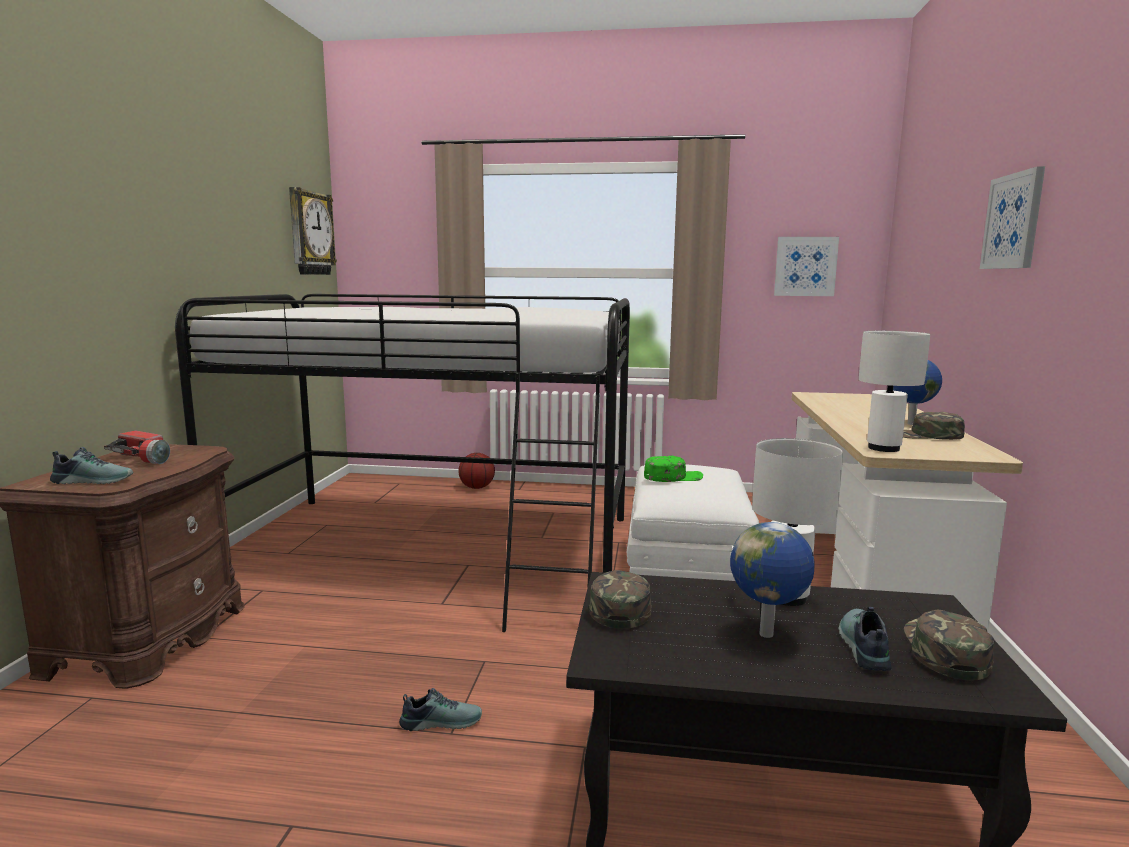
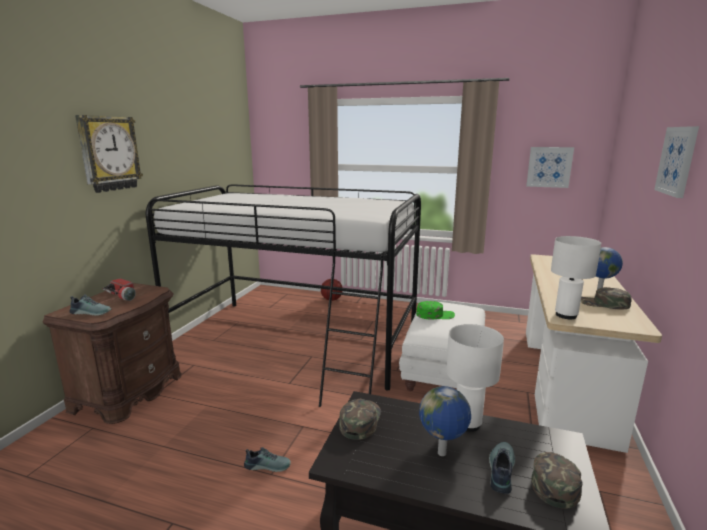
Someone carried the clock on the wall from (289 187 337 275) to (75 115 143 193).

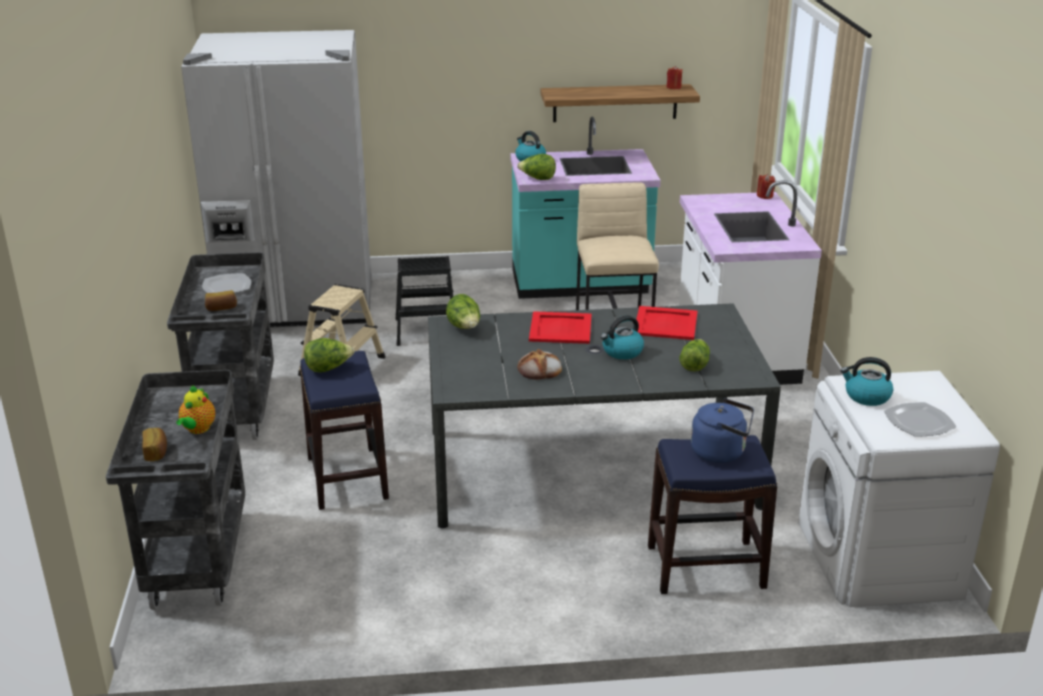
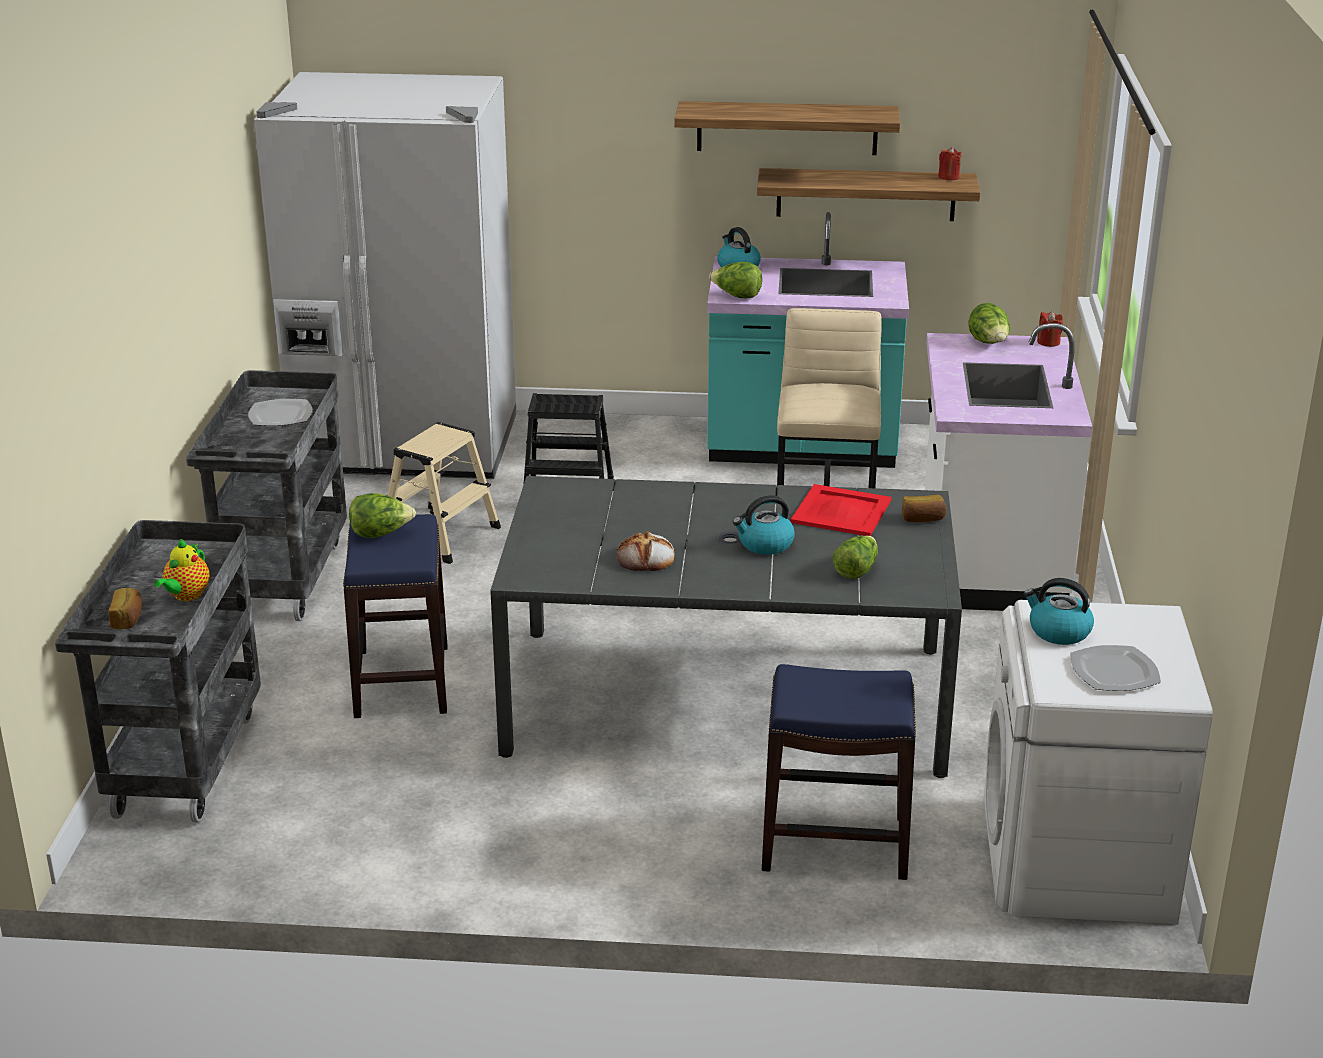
Someone put up the bracket shelf at (674 101 900 155). Someone carried the bakery bread from (205 290 237 311) to (902 495 946 522). Someone carried the lettuce head from (446 294 480 329) to (968 303 1010 344). Someone took away the carrying tray in red at (529 311 592 344). Someone took away the tea kettle in blue at (691 398 754 463).

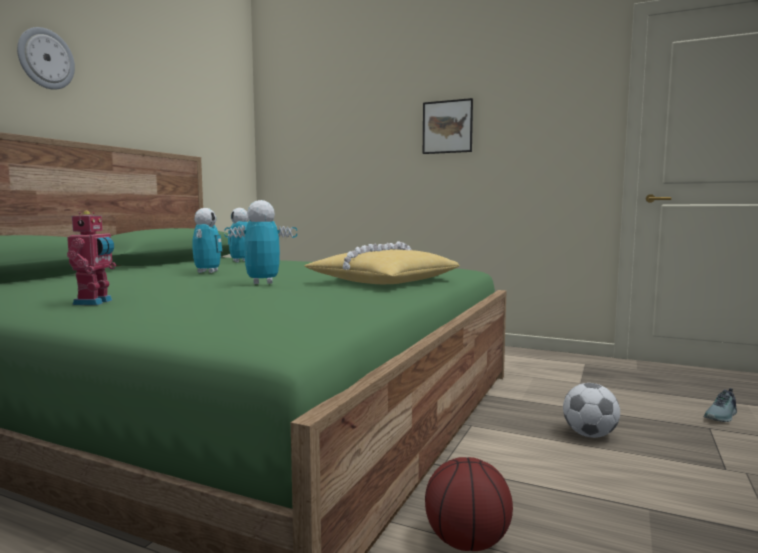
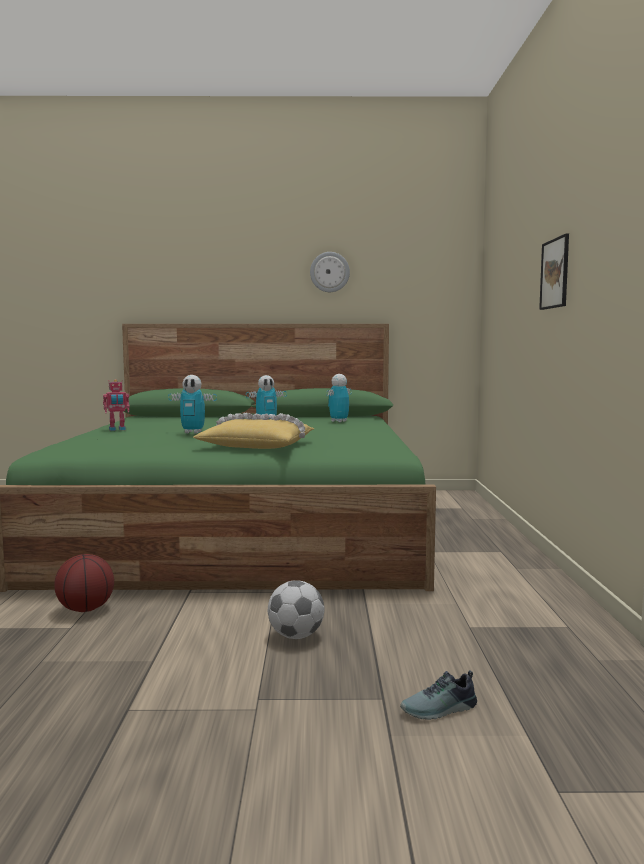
Someone rotated the robot figure at (224 200 297 284) by 135 degrees clockwise. Someone carried the clock on the wall from (17 27 75 90) to (310 252 350 292). Someone rotated the shoe at (703 388 737 422) by 45 degrees counterclockwise.

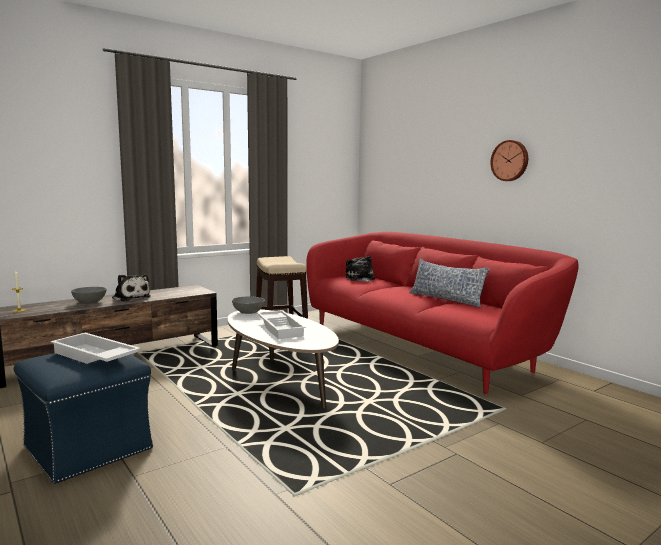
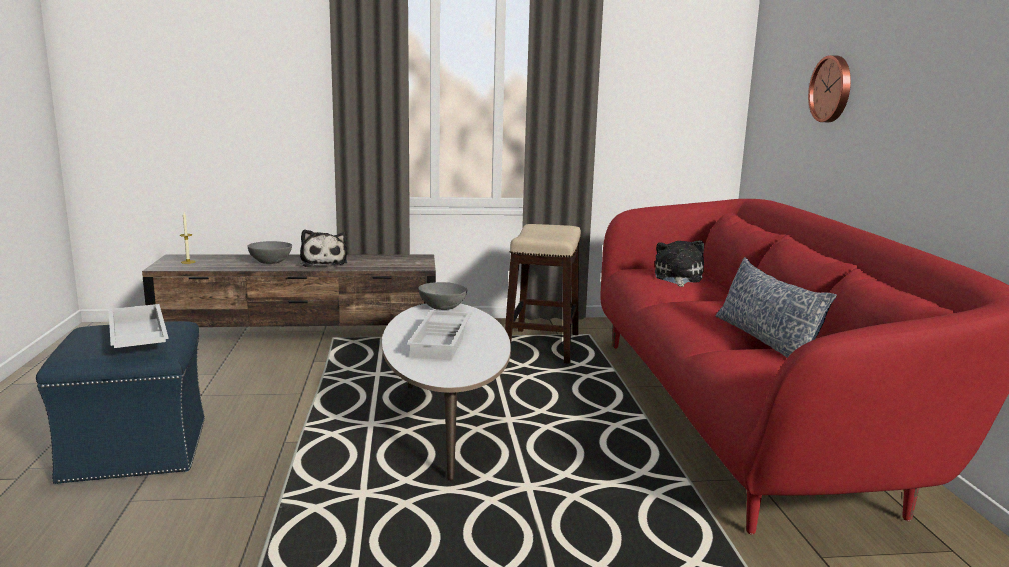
Someone carried the clock on the wall from (490 140 528 181) to (808 55 851 122).

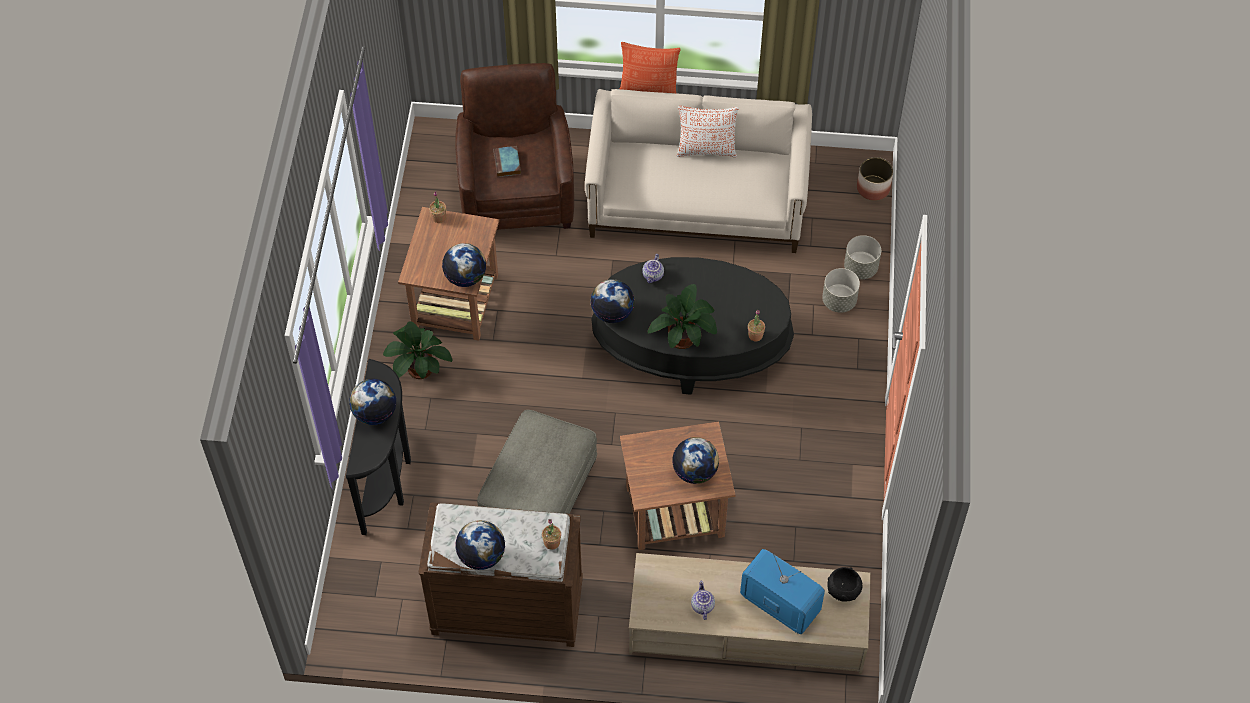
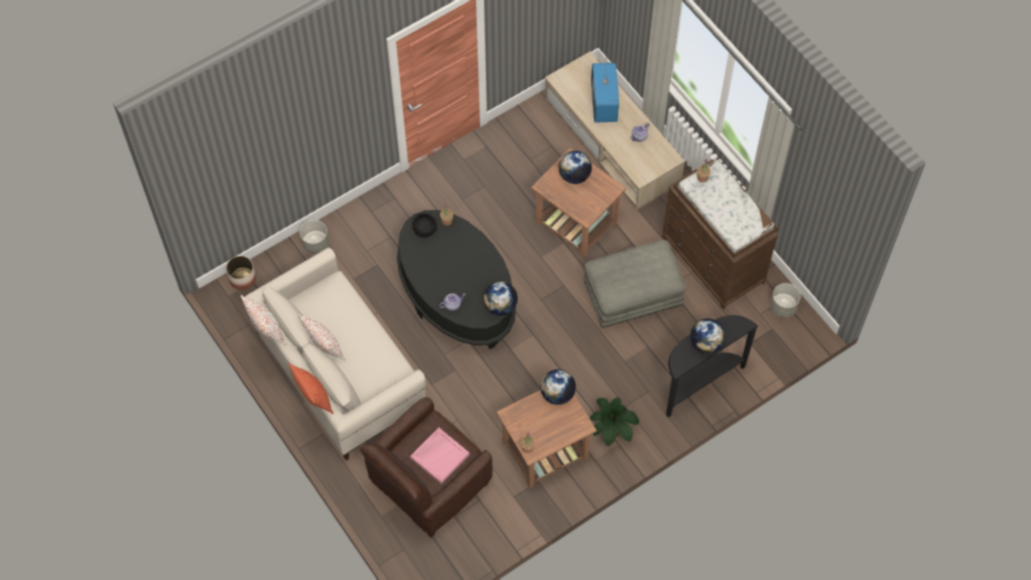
Someone put down the throw pillow in white-coloured at (241 295 286 346). Someone swapped the bound book at (493 146 521 177) for the carrying tray in pink-coloured at (410 427 470 484). Someone carried the deep dish in blackish from (827 567 863 602) to (412 213 437 238). Someone carried the flower pot in greyish from (822 268 860 313) to (770 283 801 318). Someone took away the desk globe at (455 520 505 570). Someone took away the plant in a pot at (647 284 717 349).

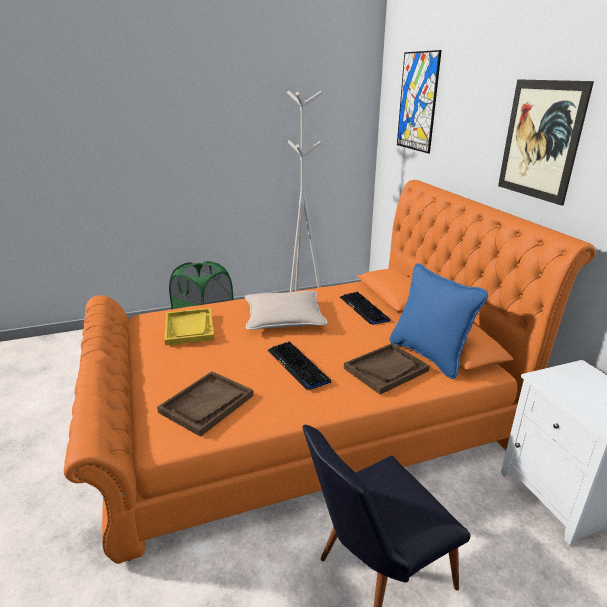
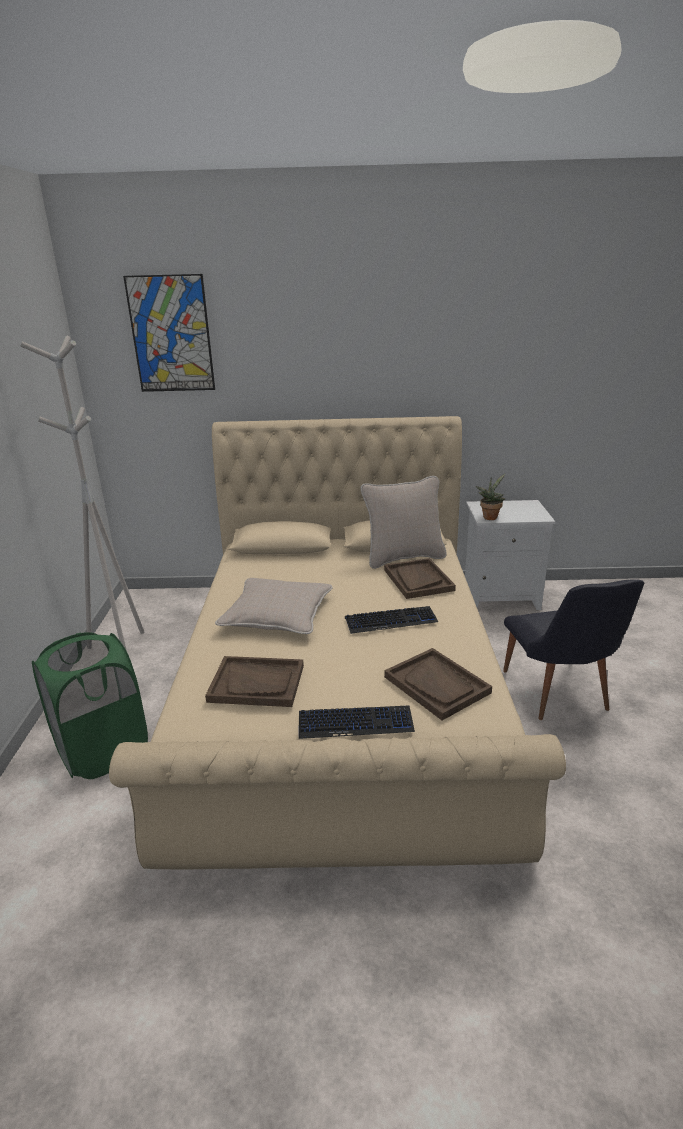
Someone repainted the bedroom bed in orange-coloured at (64 180 596 564), which became the bedroom bed in sand-coloured at (109 416 566 869). Someone repainted the carrying tray in yellow-coloured at (164 308 214 345), which became the carrying tray in brown-coloured at (205 656 304 707). Someone carried the computer keyboard from (340 292 390 325) to (299 705 415 739). Someone repainted the throw pillow in blue at (389 263 488 379), which became the throw pillow in sand-coloured at (361 476 447 569). Someone put down the plant in a pot at (476 474 506 520). Someone took away the wall picture at (498 79 594 206).

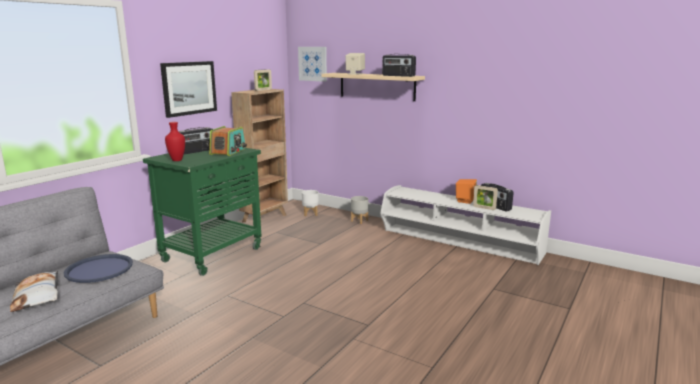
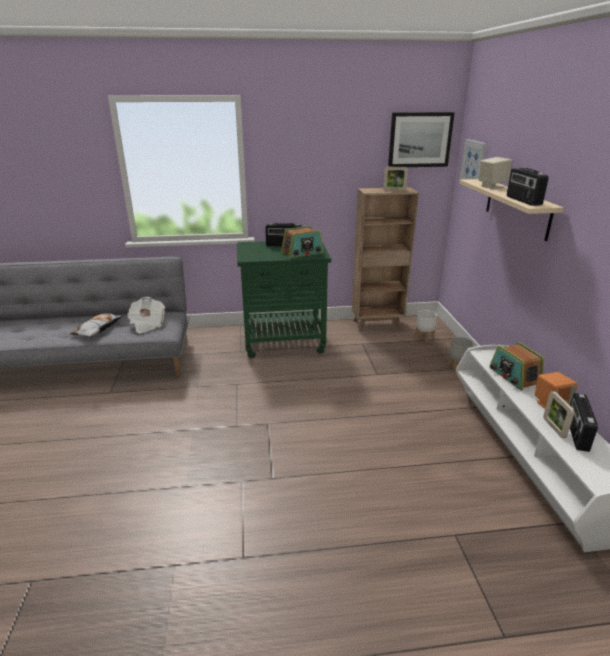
Someone swapped the carrying tray in blue at (64 254 133 283) for the printed paper at (127 297 165 333). Someone carried the wall picture from (160 61 217 118) to (388 112 455 167). Someone put down the radio receiver at (489 342 544 390). Someone took away the vase in red at (165 122 185 161).

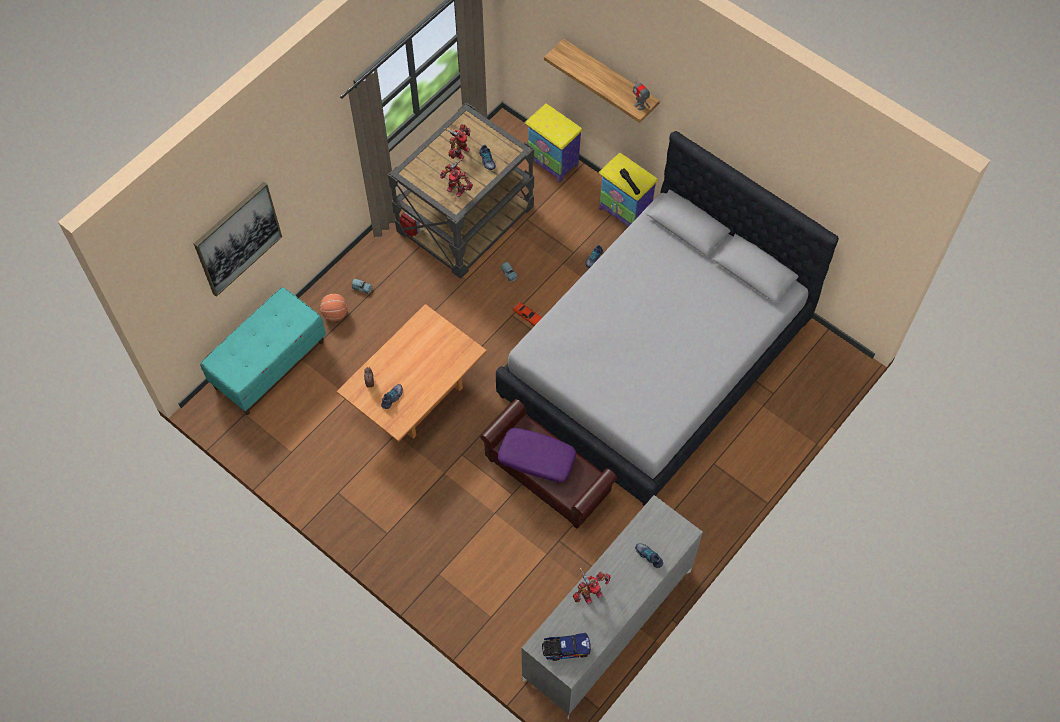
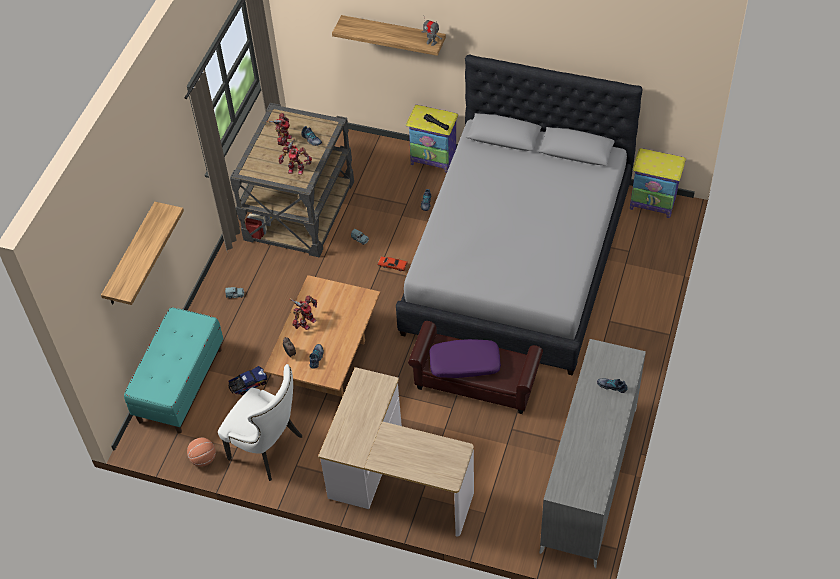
Someone swapped the wall picture at (194 182 282 297) for the bracket shelf at (101 202 184 305). Someone carried the ball for basketball from (320 294 348 321) to (187 438 216 467). Someone put down the chair in white-coloured at (218 364 302 481). Someone carried the toy lorry from (542 633 591 661) to (229 366 267 395). Someone carried the robot figure from (573 568 611 604) to (290 296 317 330). Someone put down the desk table at (318 367 474 537). Someone carried the night table from (525 103 583 182) to (630 148 686 218).

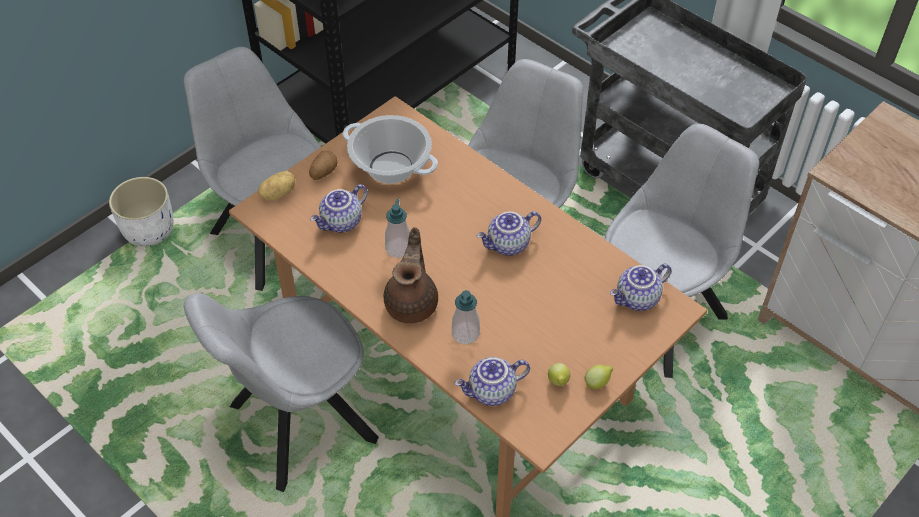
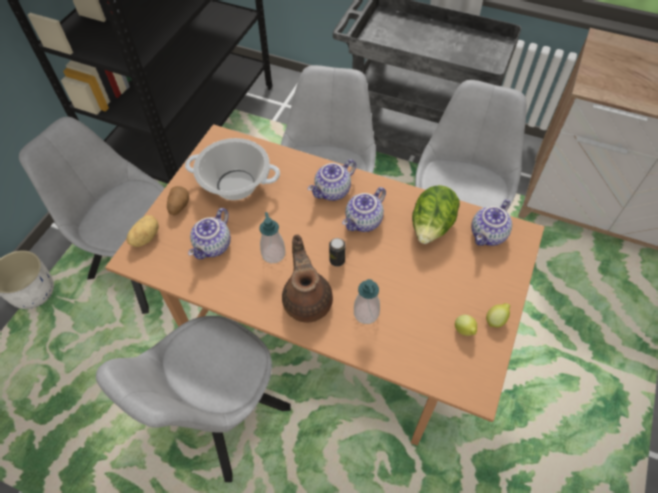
Someone carried the teapot from (454 357 530 406) to (308 159 356 201). Someone put down the sealed can at (329 238 345 267). Someone put down the lettuce head at (412 185 460 244).

